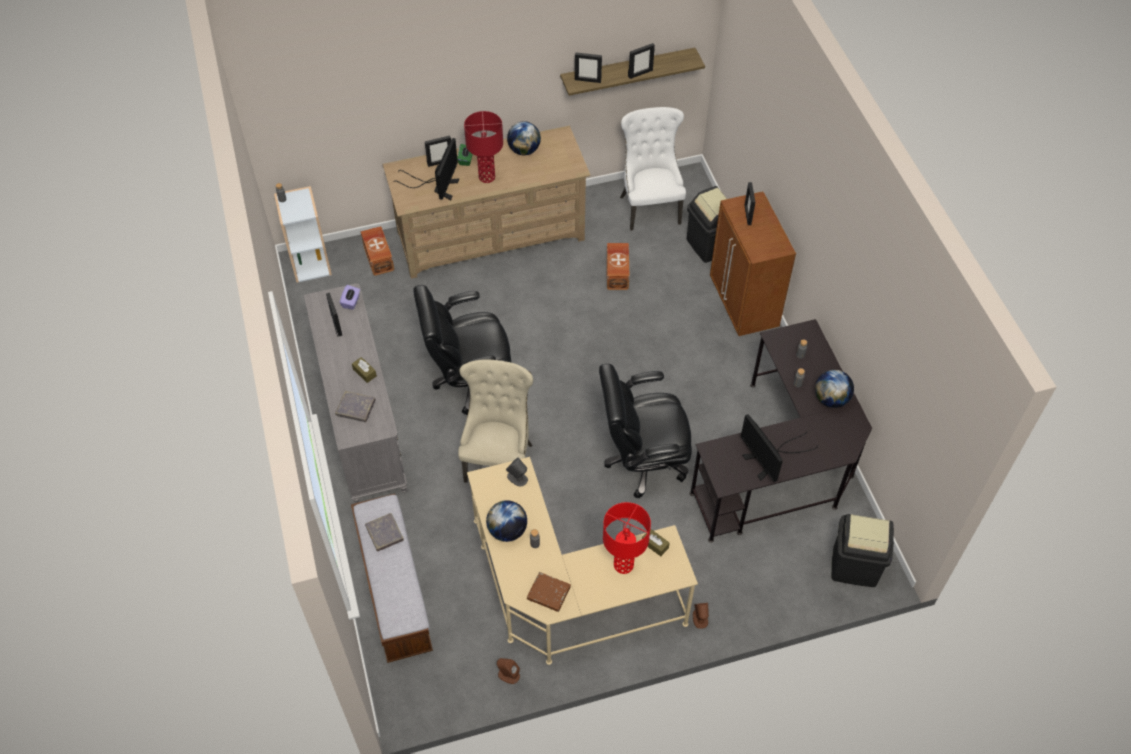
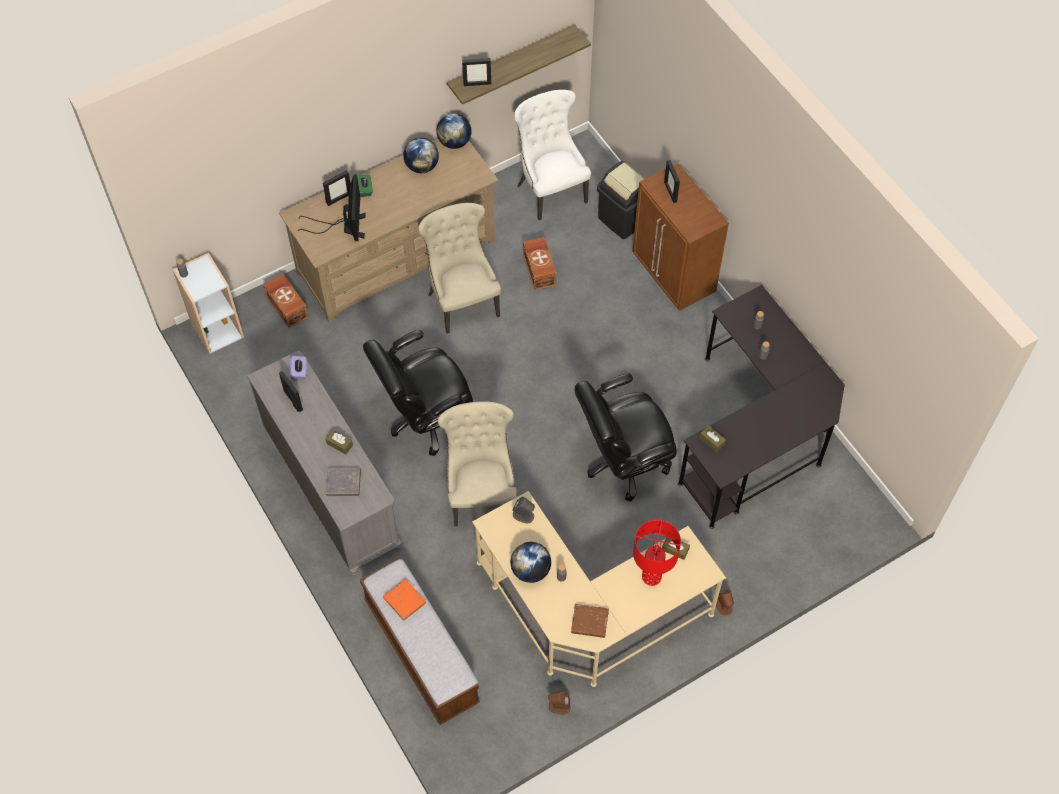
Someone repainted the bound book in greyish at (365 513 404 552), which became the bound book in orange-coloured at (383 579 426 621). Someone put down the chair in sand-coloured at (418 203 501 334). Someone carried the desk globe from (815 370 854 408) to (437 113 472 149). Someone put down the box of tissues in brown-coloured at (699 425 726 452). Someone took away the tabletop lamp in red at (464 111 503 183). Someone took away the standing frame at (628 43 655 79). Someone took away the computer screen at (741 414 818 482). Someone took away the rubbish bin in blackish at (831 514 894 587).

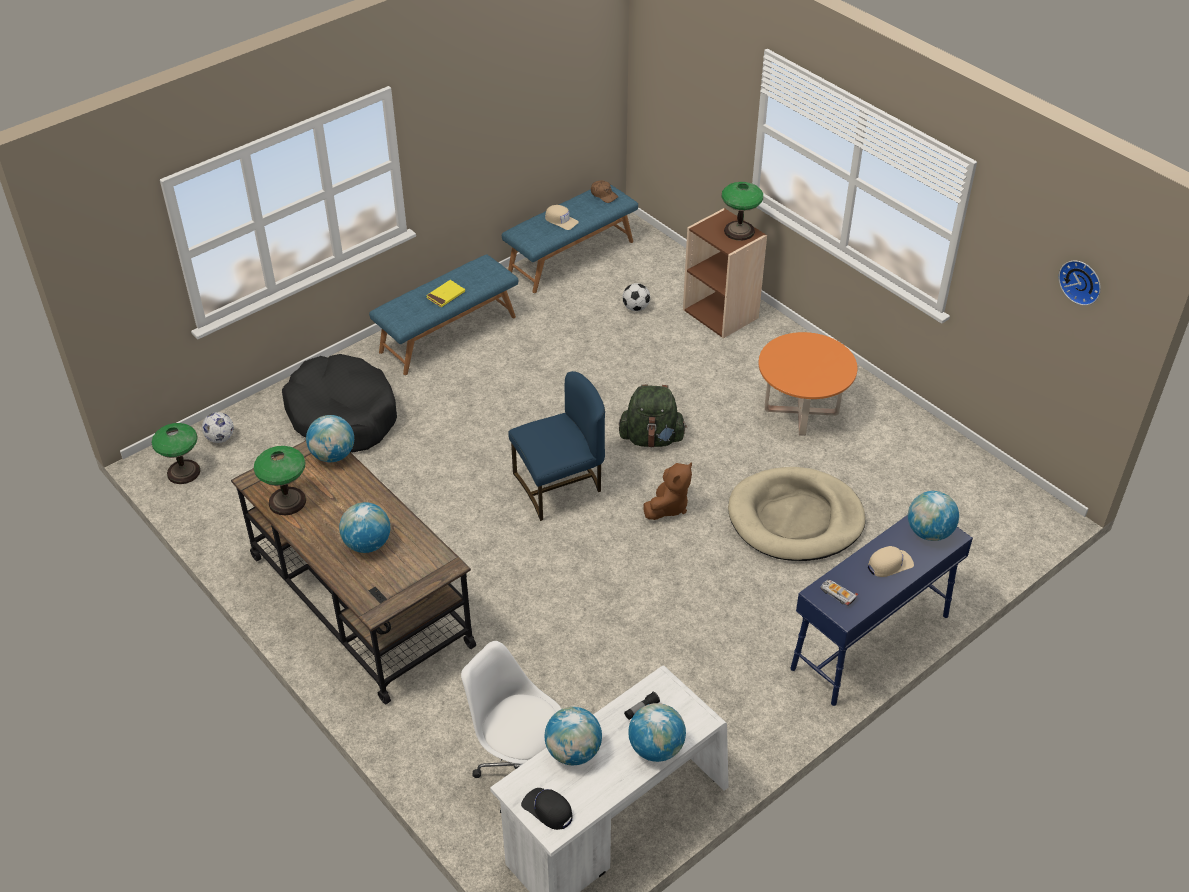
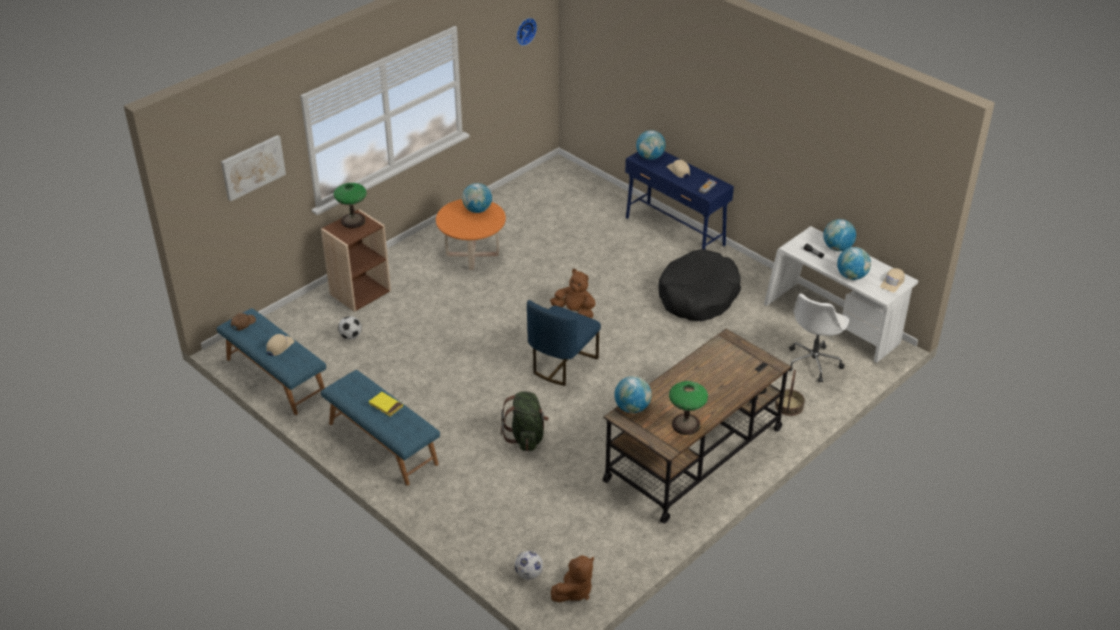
Someone put up the wall picture at (221 135 286 202). Someone carried the desk globe from (339 502 390 553) to (462 183 492 213). Someone carried the knapsack in green-coloured from (619 385 687 448) to (501 391 549 451). Someone rotated the chair in blue at (508 371 605 521) by 120 degrees counterclockwise. Someone swapped the tabletop lamp at (151 423 201 484) for the soft toy in brown-coloured at (551 555 594 603). Someone carried the dog bed in blackish from (282 354 397 453) to (658 249 741 321). Someone put down the storage basket at (775 369 805 416). Someone repainted the peaked cap in blackish at (521 788 572 830), which became the peaked cap in sand-coloured at (880 268 905 293). Someone took away the dog bed in sand-coloured at (728 467 865 561).

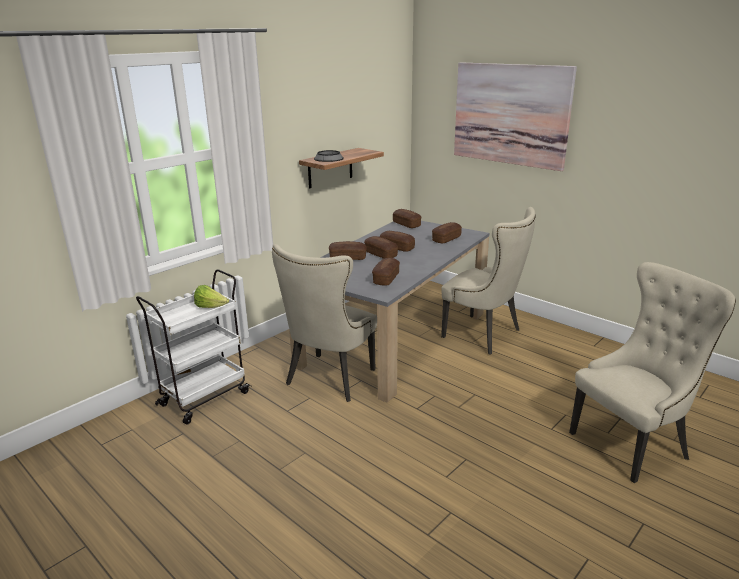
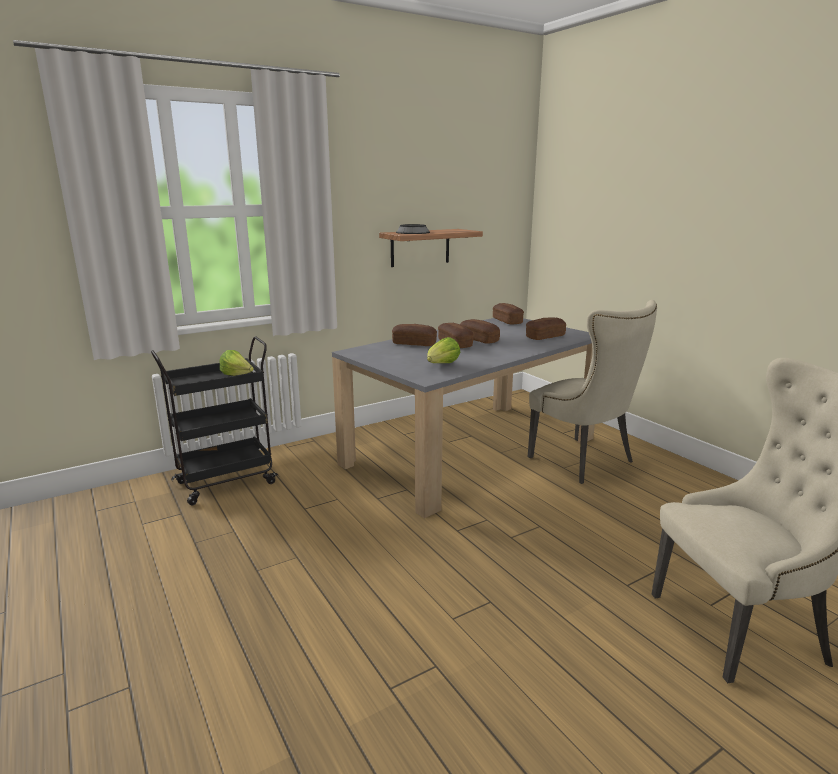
Someone repainted the cart in white-coloured at (136 269 251 425), which became the cart in blackish at (151 336 280 505). Someone swapped the bakery bread at (372 258 400 286) for the lettuce head at (427 337 461 363). Someone took away the chair in sand-coloured at (272 244 377 402). Someone took away the wall picture at (454 63 577 171).

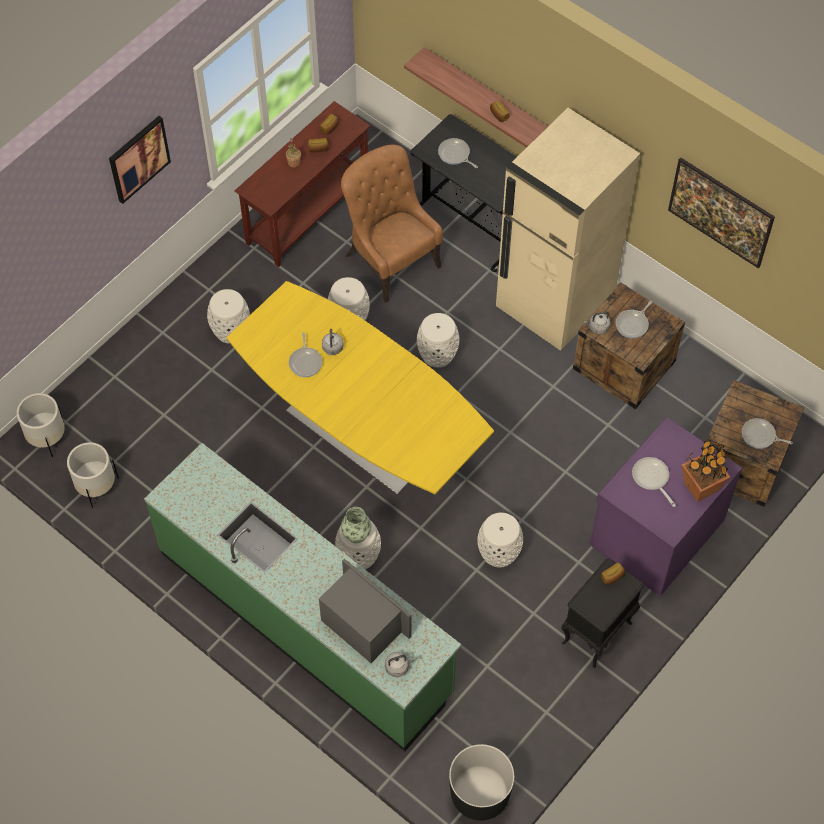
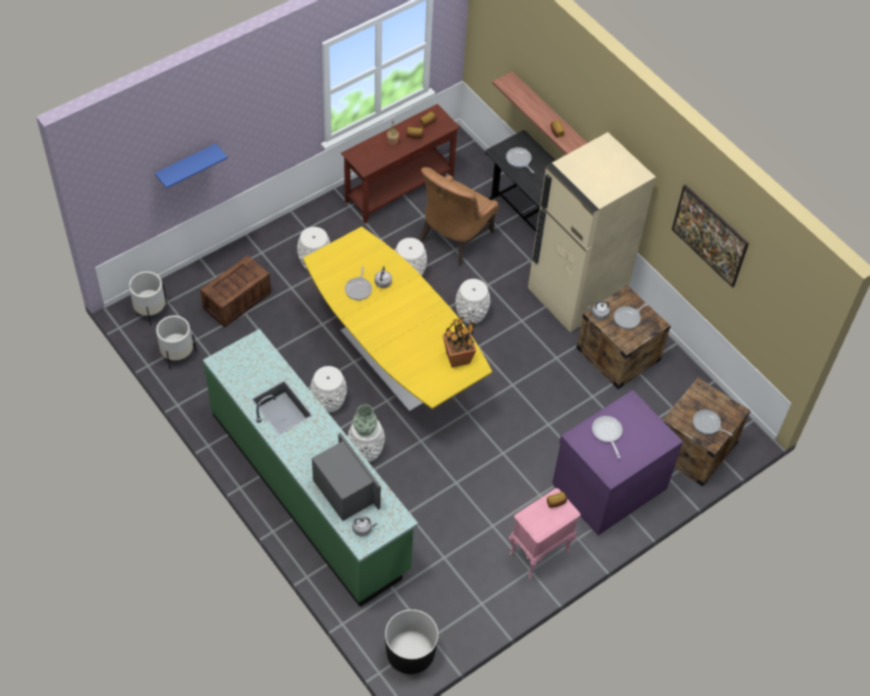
Someone put up the bracket shelf in blue at (155 143 228 189). Someone put down the crate at (200 255 271 328). Someone carried the sitting stool in white-coloured from (477 512 523 568) to (310 366 347 413). Someone rotated the chair in brown-coloured at (341 145 443 303) by 120 degrees counterclockwise. Someone carried the plant in a pot from (682 440 730 502) to (443 317 477 368). Someone repainted the night table in blackish at (561 558 644 669), which became the night table in pink-coloured at (509 488 581 579). Someone took away the wall picture at (109 116 171 204).

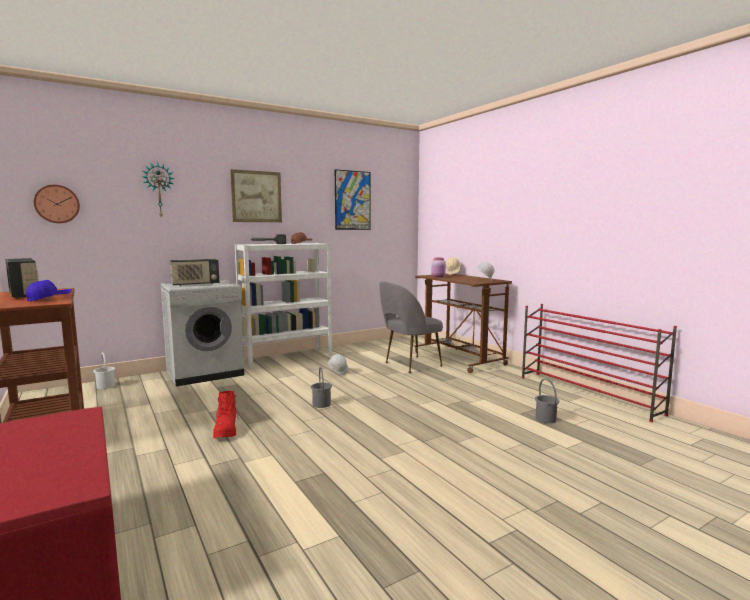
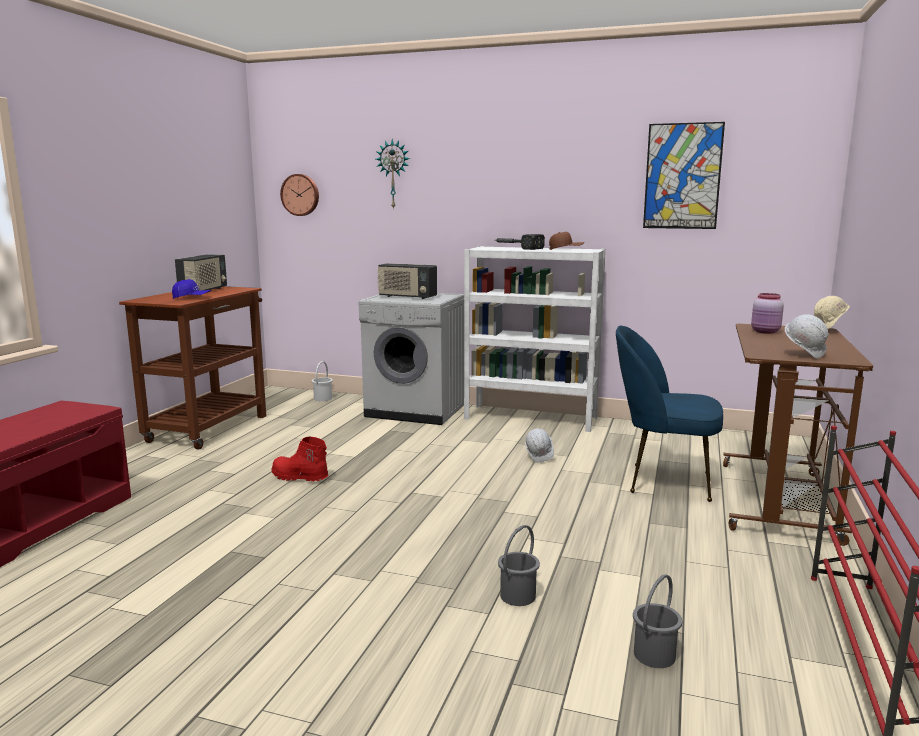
Someone rotated the boot in red at (213 391 239 438) by 75 degrees clockwise. Someone carried the pail in greyish from (311 367 332 408) to (498 525 540 606). Someone repainted the chair in greyish at (379 281 443 373), which became the chair in blue at (616 326 723 502). Someone took away the wall picture at (230 169 282 222).

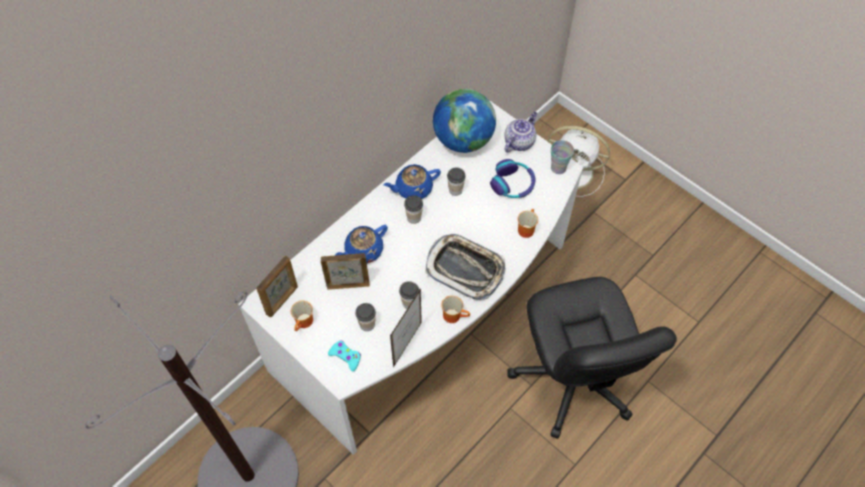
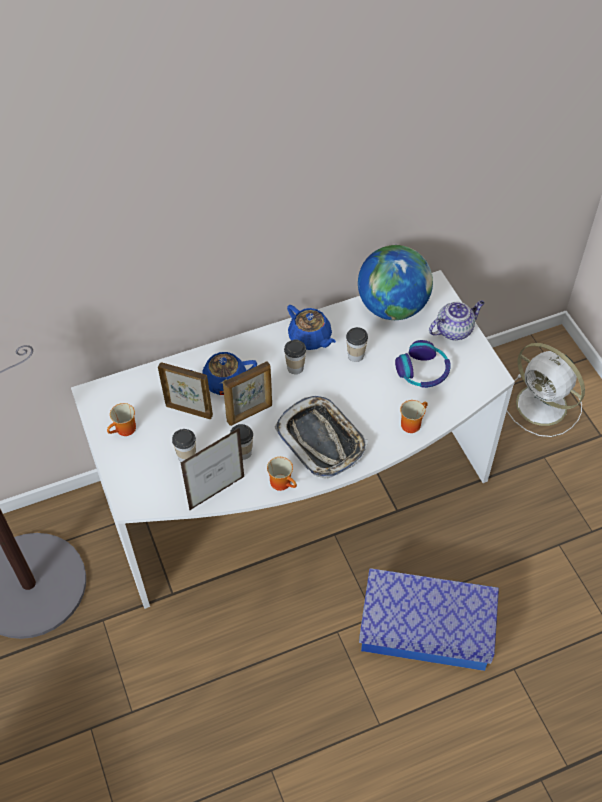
Someone carried the standing frame from (256 255 298 317) to (223 361 272 426). Someone rotated the teapot in blue at (383 164 441 199) by 135 degrees counterclockwise. Someone swapped the desk chair in blackish at (507 277 677 439) for the storage bin at (359 568 499 671). Someone took away the game controller in turquoise at (328 340 361 372). Someone took away the small cup at (551 140 574 174).

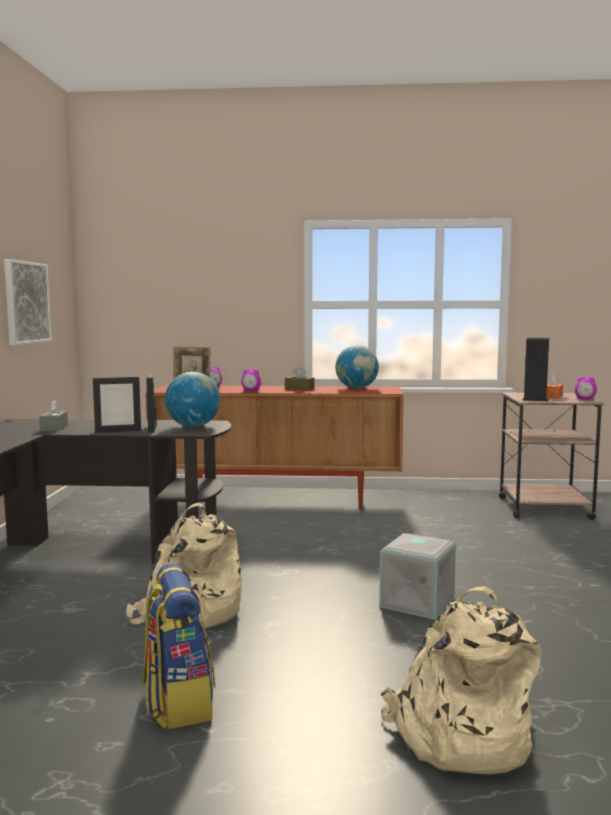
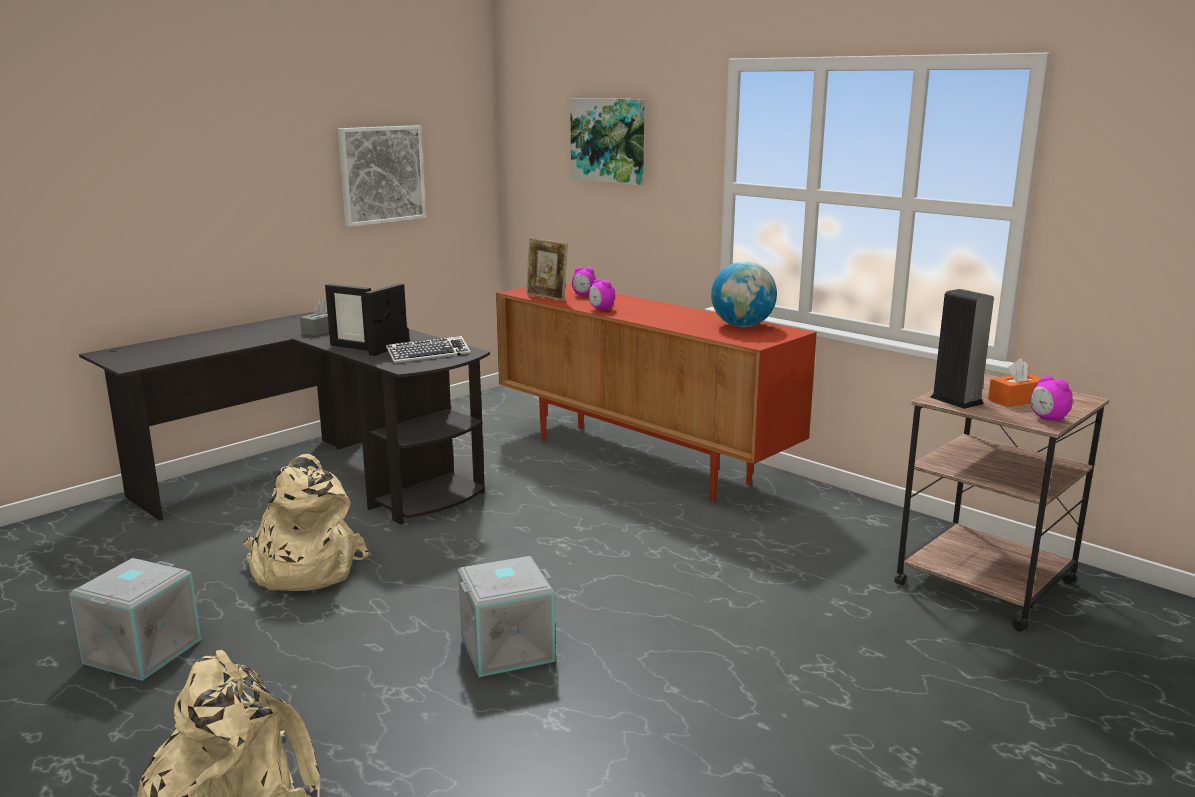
Someone swapped the knapsack at (142 564 215 729) for the storage bin in greyish at (69 558 201 681). Someone swapped the desk globe at (165 372 221 427) for the computer keyboard at (386 336 471 364). Someone put up the wall picture at (570 98 645 186). Someone took away the box of tissues in brown-coloured at (285 367 315 391).

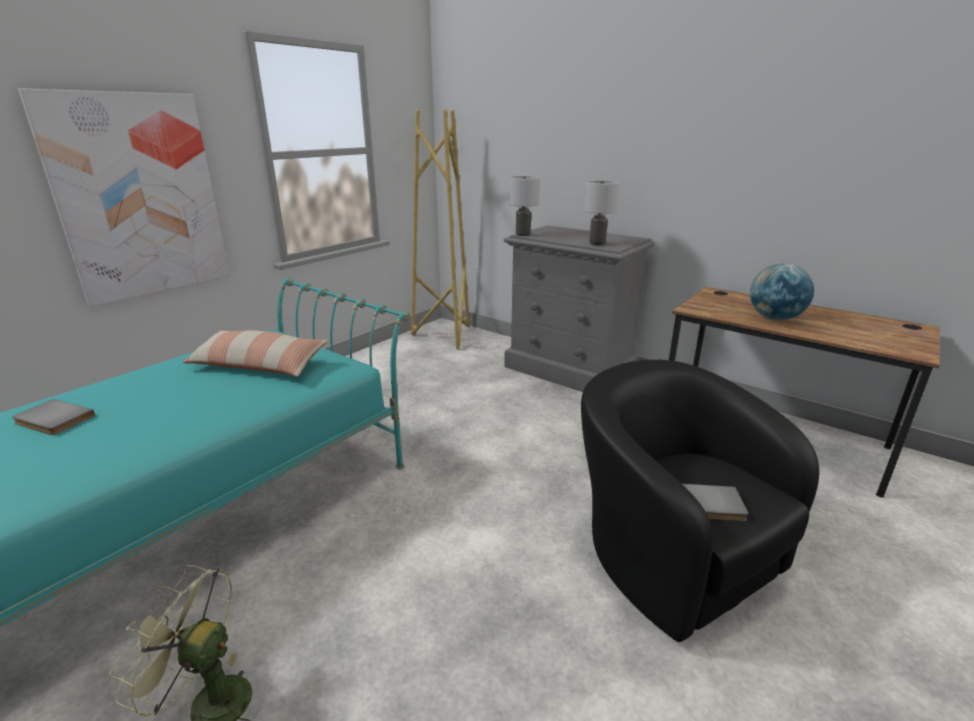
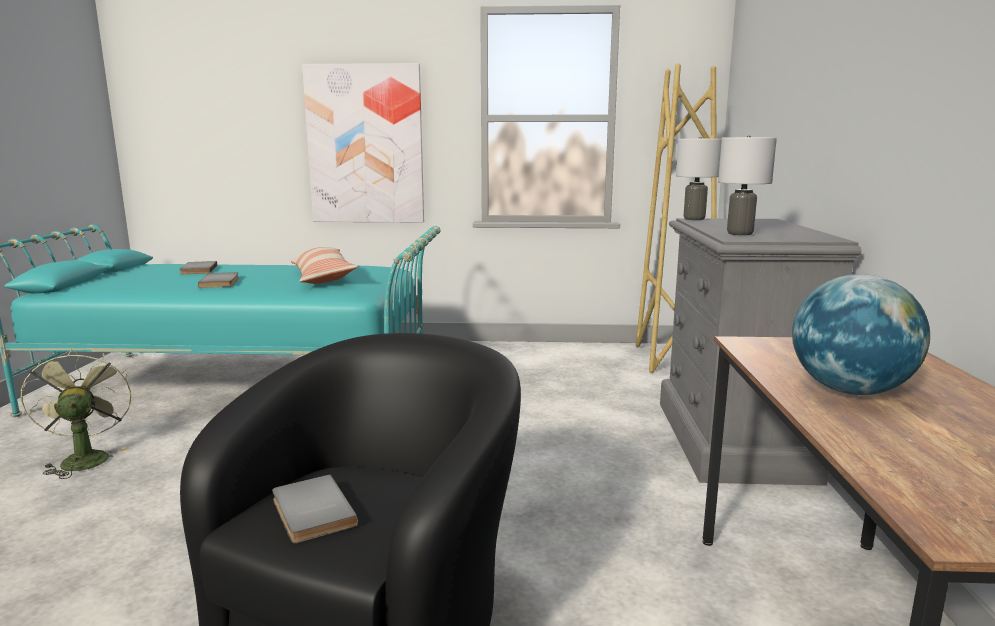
Someone put down the bound book in greyish at (198 272 239 288).

